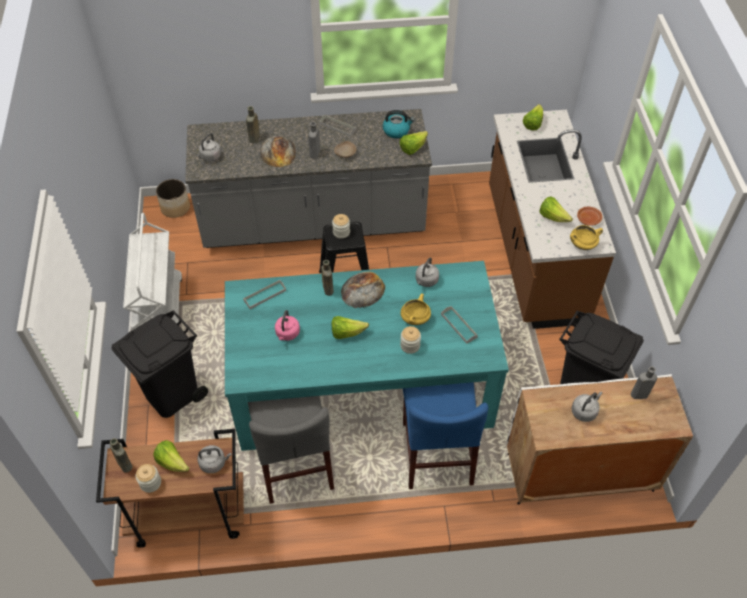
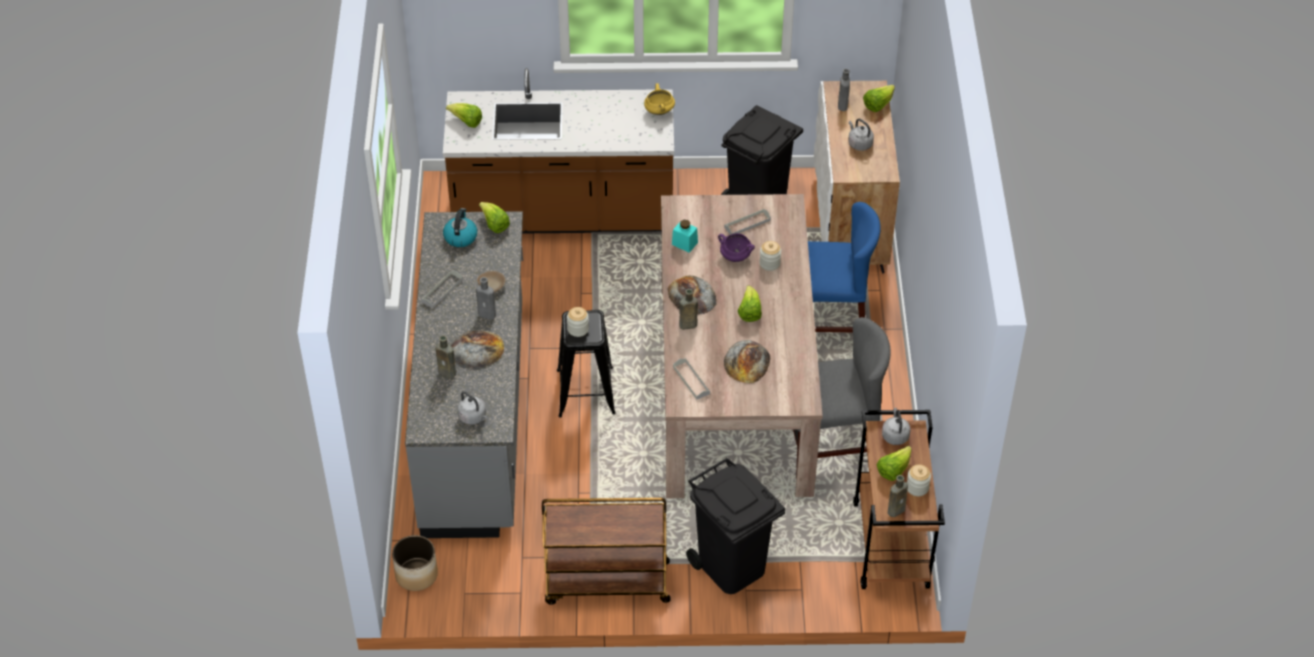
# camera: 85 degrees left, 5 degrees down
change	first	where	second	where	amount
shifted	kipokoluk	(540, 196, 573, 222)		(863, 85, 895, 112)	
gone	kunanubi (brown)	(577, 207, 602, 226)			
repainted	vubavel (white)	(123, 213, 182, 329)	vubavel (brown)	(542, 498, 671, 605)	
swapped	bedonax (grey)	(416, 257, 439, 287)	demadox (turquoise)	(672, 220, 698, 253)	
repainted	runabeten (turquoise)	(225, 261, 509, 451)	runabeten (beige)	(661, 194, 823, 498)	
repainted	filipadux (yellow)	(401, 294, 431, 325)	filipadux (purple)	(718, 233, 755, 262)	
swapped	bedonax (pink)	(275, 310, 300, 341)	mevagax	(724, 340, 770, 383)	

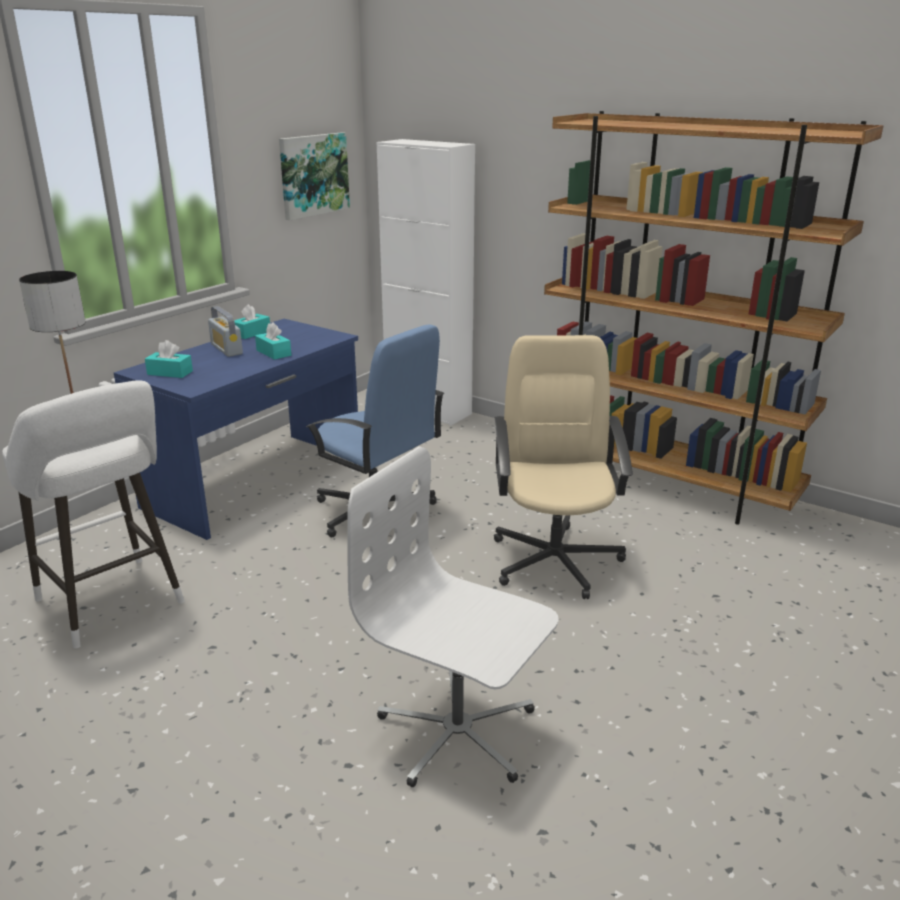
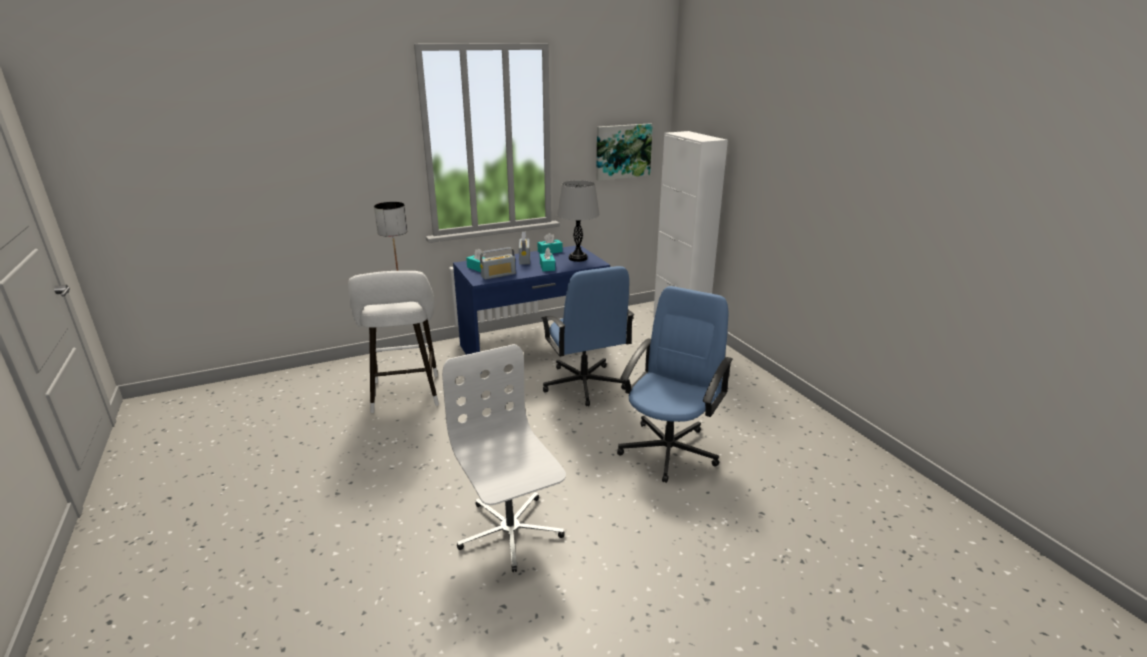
# camera: 30 degrees right, 0 degrees up
change	first	where	second	where	amount
gone	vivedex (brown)	(544, 111, 883, 525)			
repainted	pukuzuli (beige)	(494, 335, 633, 599)	pukuzuli (blue)	(617, 286, 733, 483)	
new			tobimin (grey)	(557, 180, 600, 262)	
new			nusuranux	(480, 247, 516, 279)	

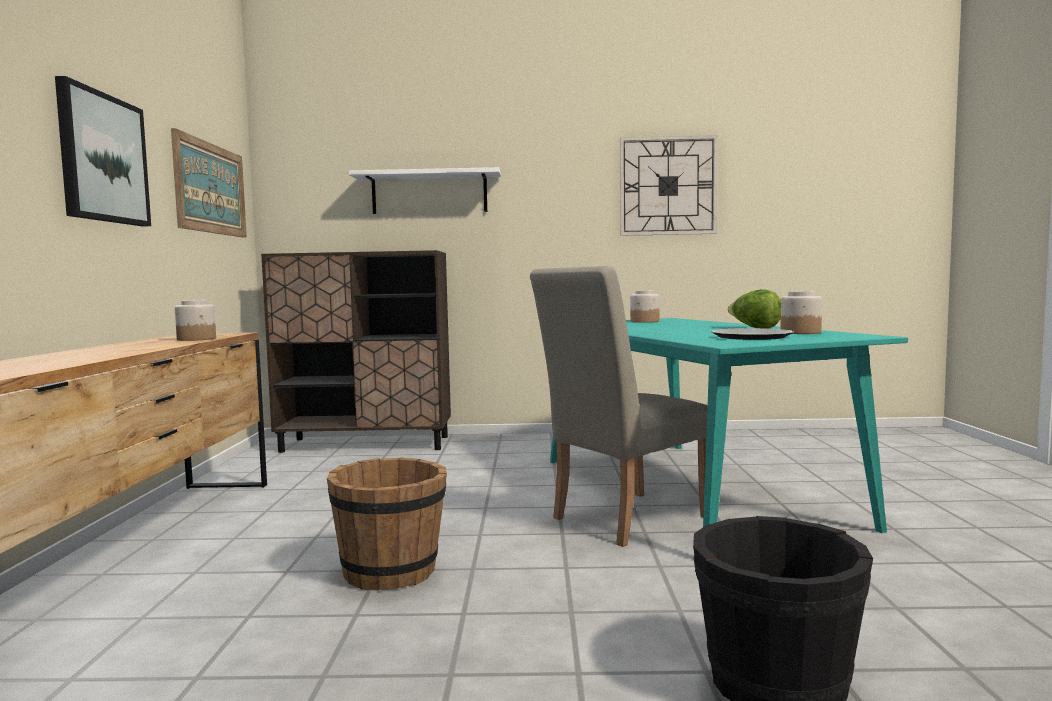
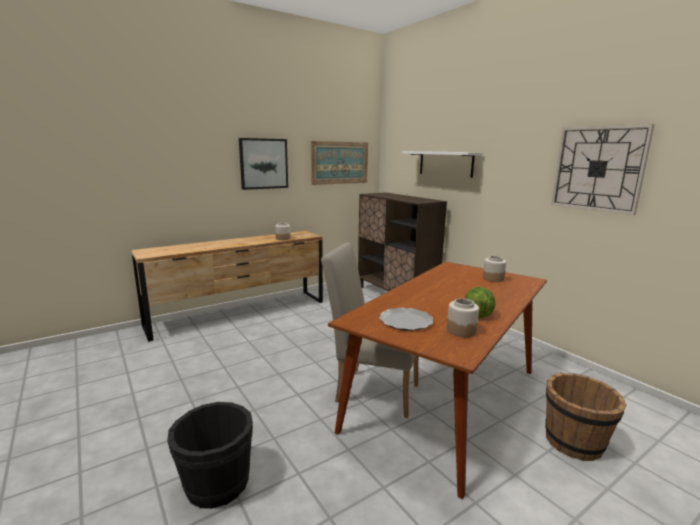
# camera: 55 degrees right, 10 degrees up
change	first	where	second	where	amount
repainted	runabeten (turquoise)	(550, 318, 908, 533)	runabeten (brown)	(328, 262, 547, 499)	
shifted	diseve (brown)	(327, 458, 447, 591)		(545, 372, 626, 461)	

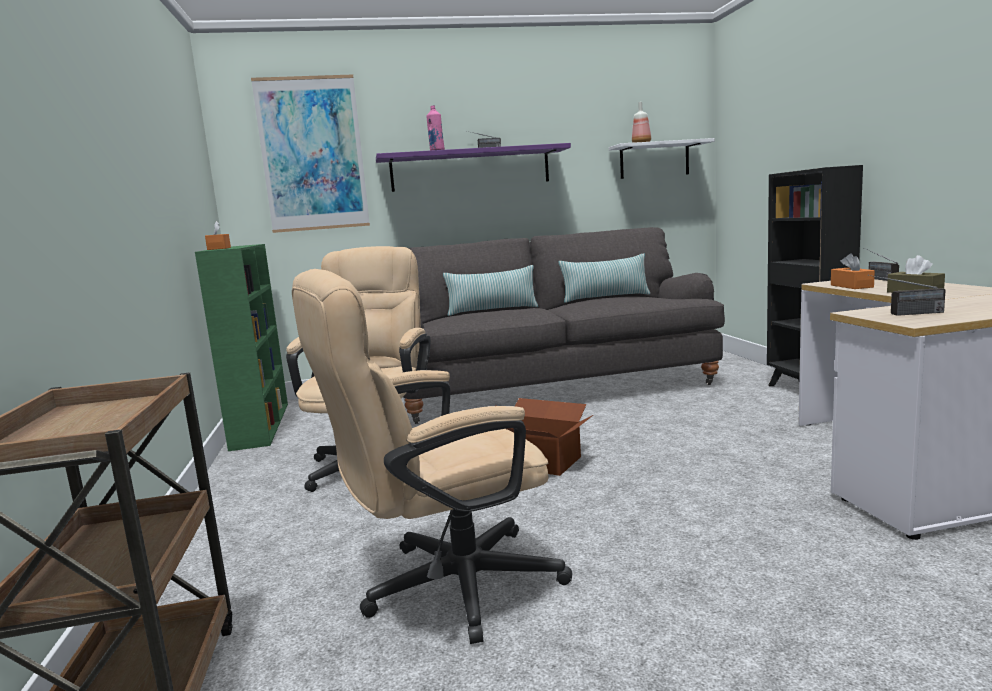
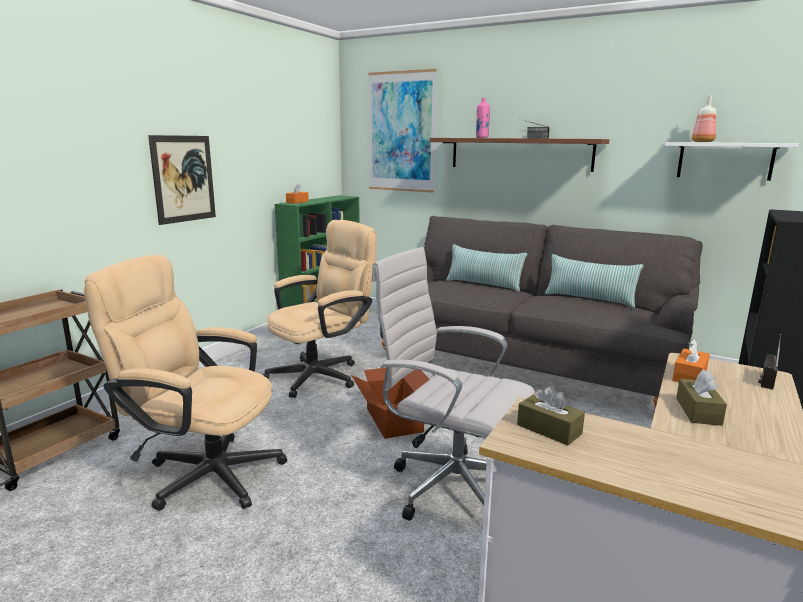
# camera: 40 degrees right, 5 degrees up
change	first	where	second	where	amount
repainted	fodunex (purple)	(376, 143, 571, 192)	fodunex (brown)	(430, 138, 609, 172)	
swapped	nusuranux	(868, 275, 946, 316)	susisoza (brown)	(517, 386, 585, 445)	
new			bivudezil	(148, 135, 216, 225)	
new			pukuzuli (white)	(371, 247, 535, 520)	

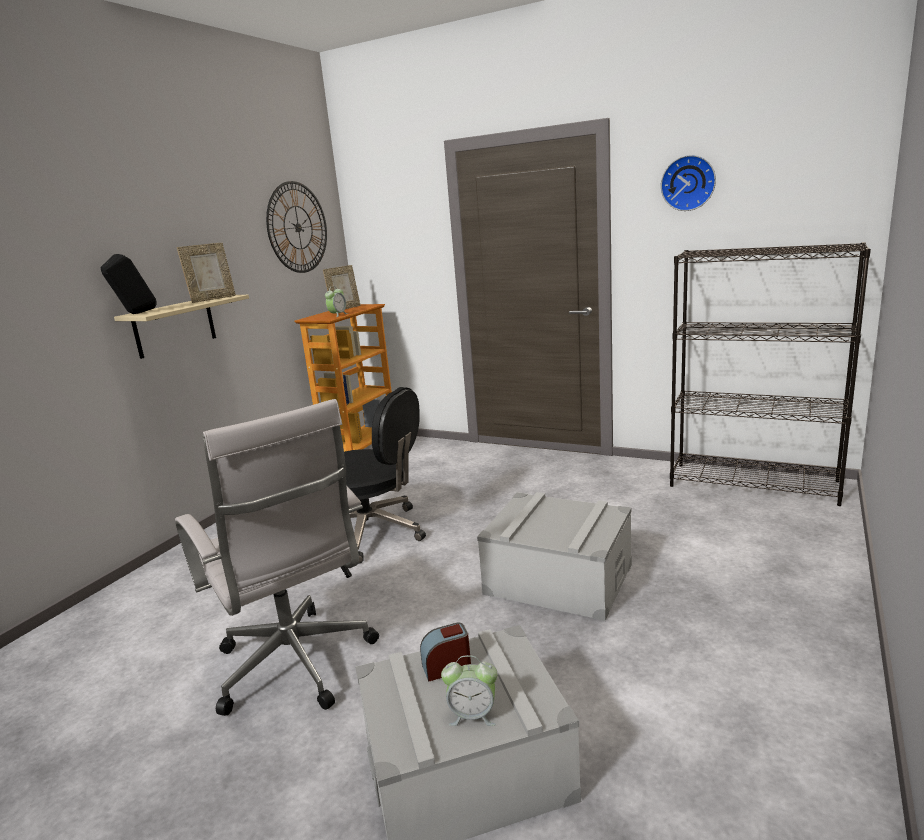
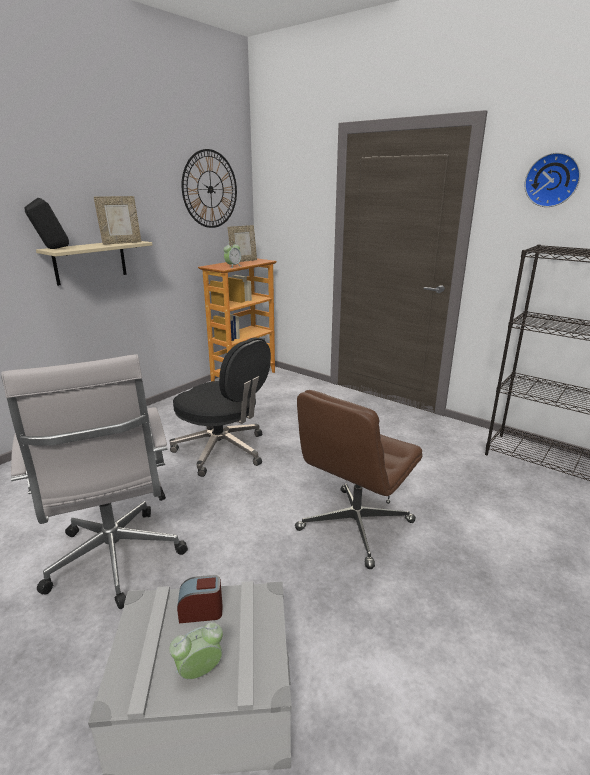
# camera: 10 degrees right, 5 degrees up
change	first	where	second	where	amount
swapped	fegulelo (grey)	(477, 492, 632, 621)	pukuzuli (brown)	(295, 390, 423, 569)	
rotated	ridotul	(441, 655, 498, 726)		(169, 622, 223, 679)	135 degrees clockwise

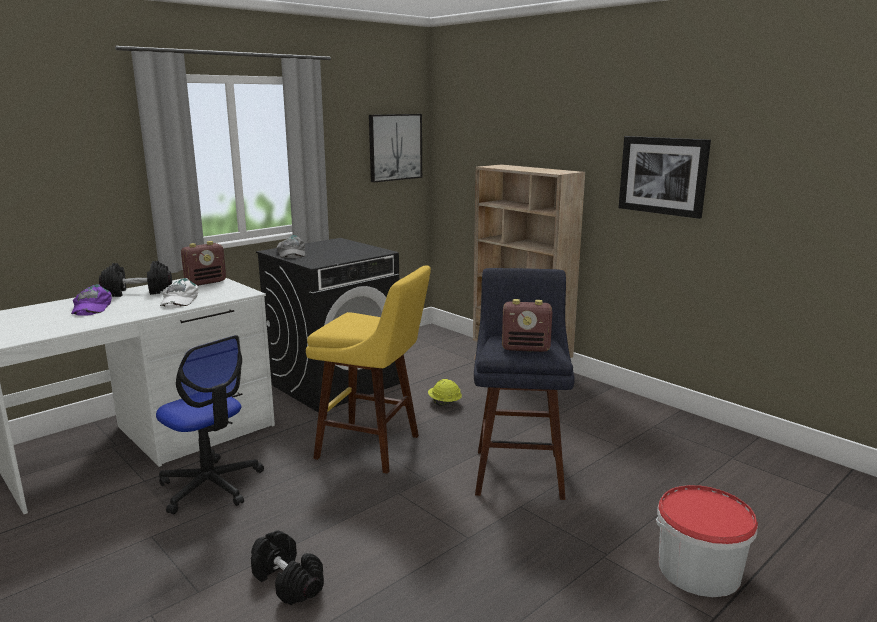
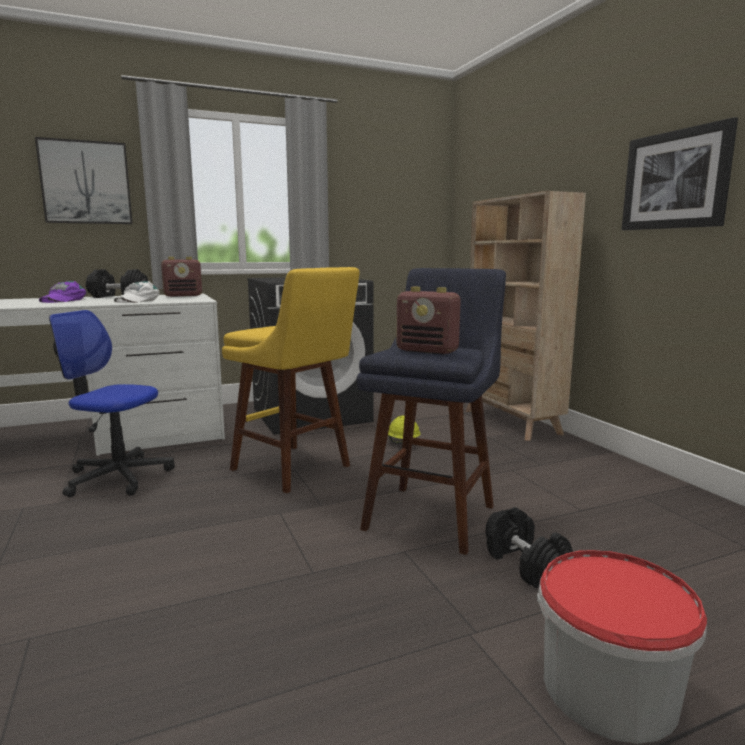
# camera: 20 degrees right, 5 degrees down
change	first	where	second	where	amount
shifted	bivudezil	(369, 114, 422, 183)		(35, 137, 133, 224)	
gone	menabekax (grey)	(276, 235, 305, 258)			
rotated	pukuzuli	(156, 335, 264, 514)		(49, 310, 175, 497)	135 degrees clockwise
shifted	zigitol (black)	(251, 531, 324, 605)		(486, 507, 573, 588)	

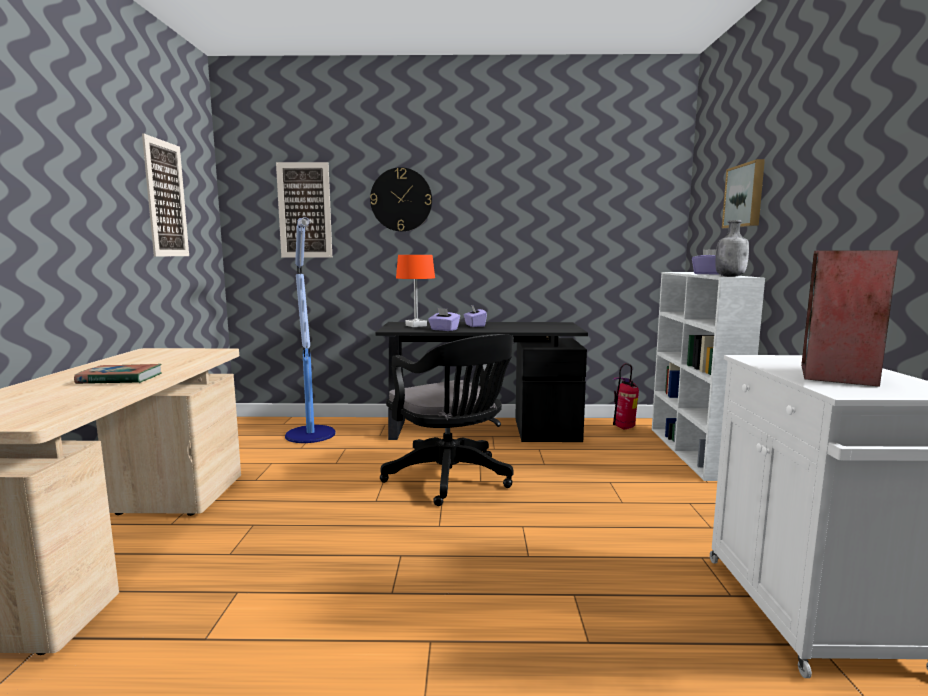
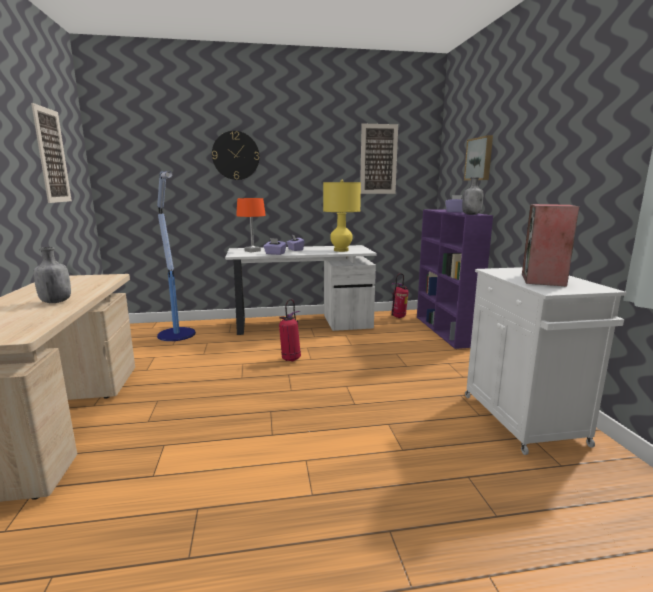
# camera: 10 degrees left, 5 degrees up
change	first	where	second	where	amount
shifted	bivudezil	(276, 162, 332, 258)		(360, 124, 398, 194)	
repainted	vivedex (white)	(652, 272, 765, 481)	vivedex (purple)	(417, 209, 493, 349)	
repainted	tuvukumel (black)	(376, 322, 588, 442)	tuvukumel (white)	(225, 245, 377, 335)	
swapped	pukuzuli (black)	(380, 334, 514, 506)	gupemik	(279, 299, 301, 362)	
swapped	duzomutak	(74, 364, 162, 384)	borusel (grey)	(33, 247, 71, 303)	
new			tobimin (yellow)	(323, 180, 361, 252)	

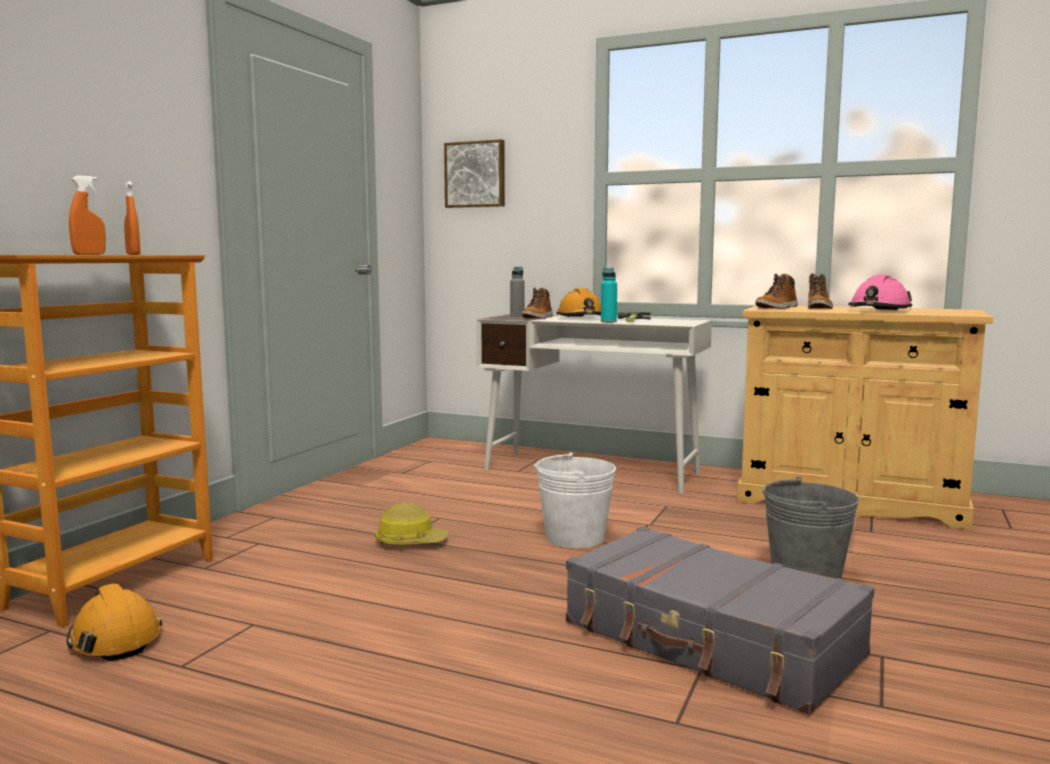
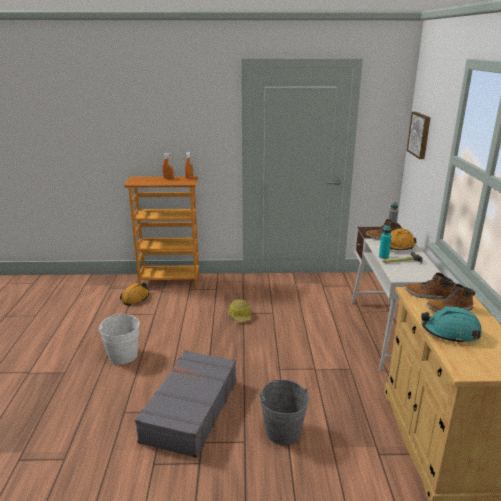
# camera: 65 degrees right, 15 degrees up
change	first	where	second	where	amount
repainted	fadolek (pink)	(848, 274, 912, 310)	fadolek (turquoise)	(421, 306, 482, 344)	
shifted	diseve (white)	(534, 452, 616, 548)		(98, 314, 140, 364)	

